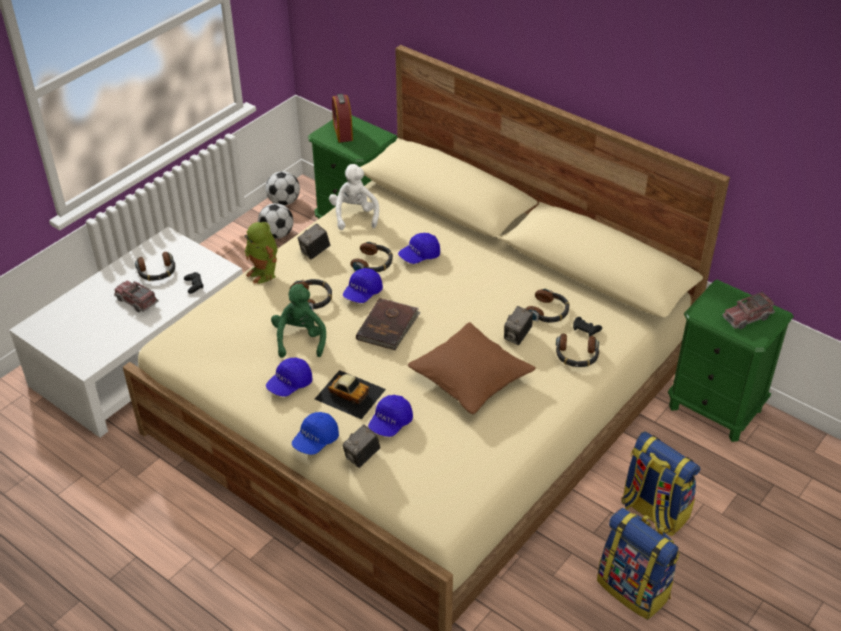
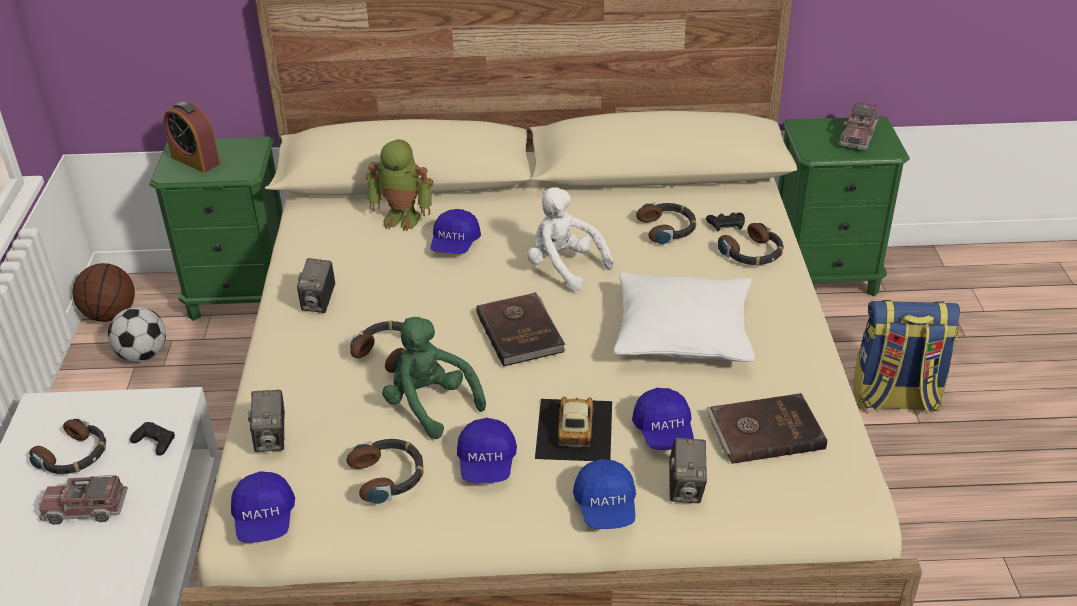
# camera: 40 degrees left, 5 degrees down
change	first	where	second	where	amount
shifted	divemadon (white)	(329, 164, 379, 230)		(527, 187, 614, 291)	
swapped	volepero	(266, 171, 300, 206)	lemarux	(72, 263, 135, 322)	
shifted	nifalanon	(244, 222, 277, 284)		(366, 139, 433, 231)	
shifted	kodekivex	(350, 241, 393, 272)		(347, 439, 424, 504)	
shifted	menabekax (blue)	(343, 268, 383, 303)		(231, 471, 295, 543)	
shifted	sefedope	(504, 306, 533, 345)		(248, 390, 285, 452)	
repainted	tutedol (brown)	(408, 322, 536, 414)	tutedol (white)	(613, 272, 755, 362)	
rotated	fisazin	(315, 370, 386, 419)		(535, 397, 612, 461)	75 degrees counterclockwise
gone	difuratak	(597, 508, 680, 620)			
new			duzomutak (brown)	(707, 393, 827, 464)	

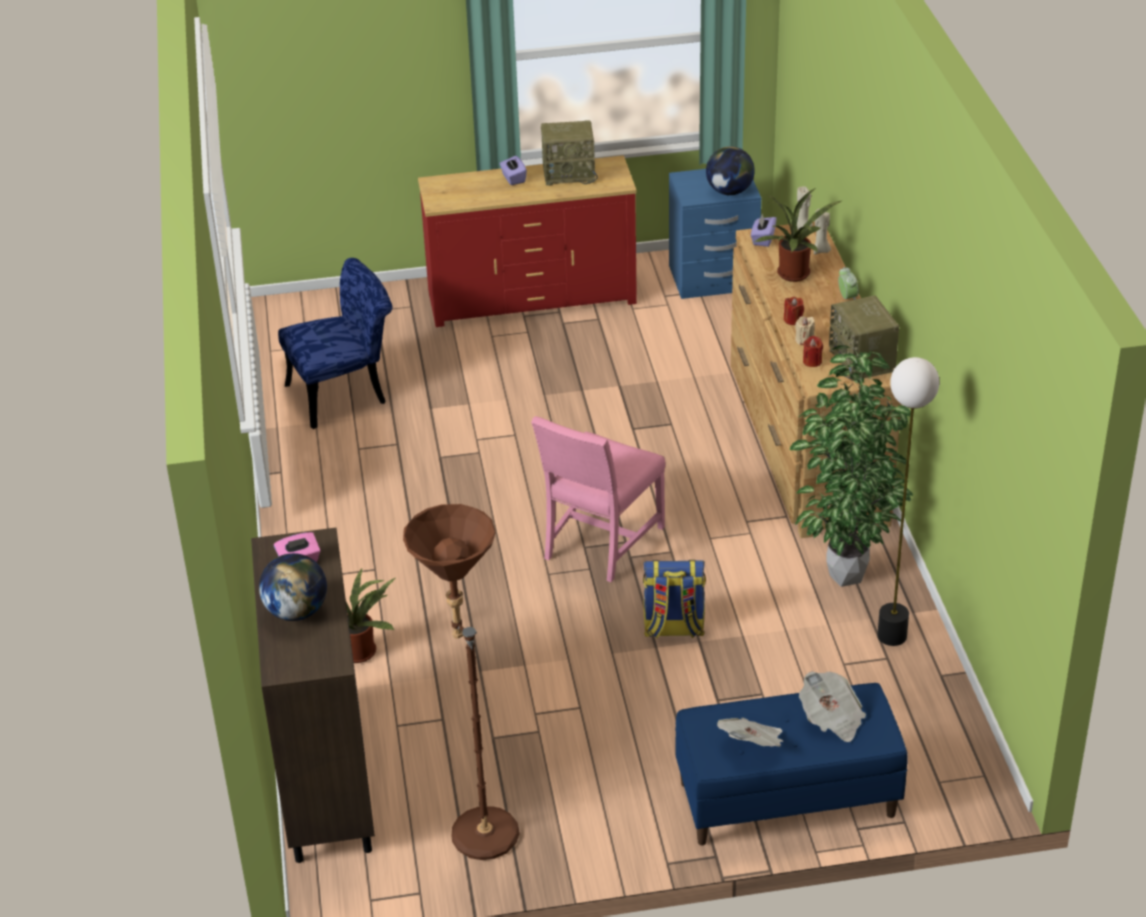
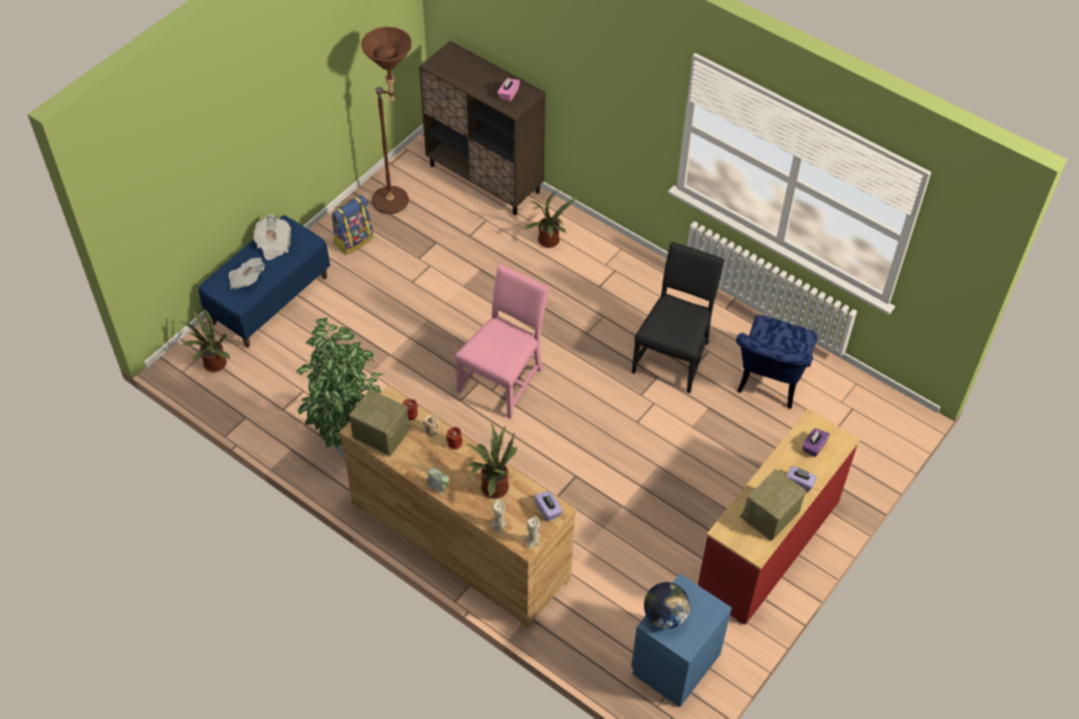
# camera: 135 degrees right, 15 degrees up
change	first	where	second	where	amount
gone	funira	(877, 357, 939, 646)			
rotated	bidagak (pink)	(531, 416, 665, 582)		(455, 264, 549, 419)	45 degrees clockwise
gone	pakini	(259, 553, 327, 621)			
shifted	difuratak	(643, 560, 706, 639)		(331, 195, 373, 255)	
new			bidagak (black)	(632, 242, 725, 393)	
new			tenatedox	(181, 308, 230, 372)	
new			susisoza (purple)	(802, 428, 830, 457)	

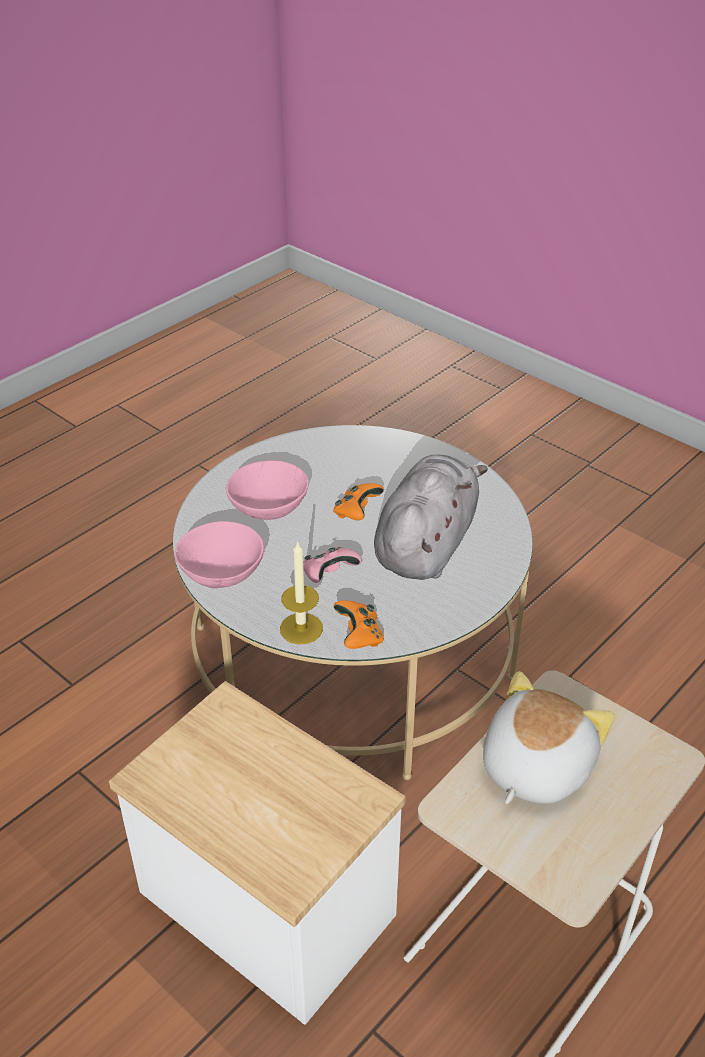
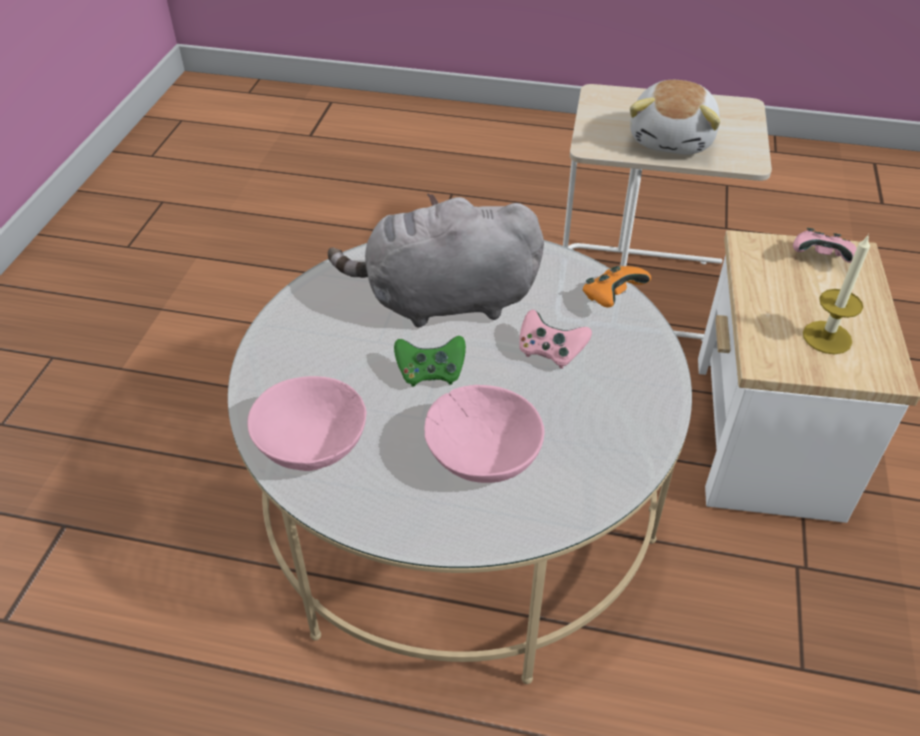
# camera: 120 degrees left, 5 degrees up
change	first	where	second	where	amount
repainted	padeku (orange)	(333, 483, 384, 520)	padeku (green)	(394, 336, 466, 387)	
shifted	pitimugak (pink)	(175, 521, 264, 588)		(247, 376, 367, 471)	
shifted	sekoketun	(280, 540, 323, 645)		(803, 234, 870, 354)	
rotated	divemadon	(483, 671, 615, 804)		(630, 80, 720, 154)	75 degrees counterclockwise
new			padeku (pink)	(793, 228, 857, 263)	

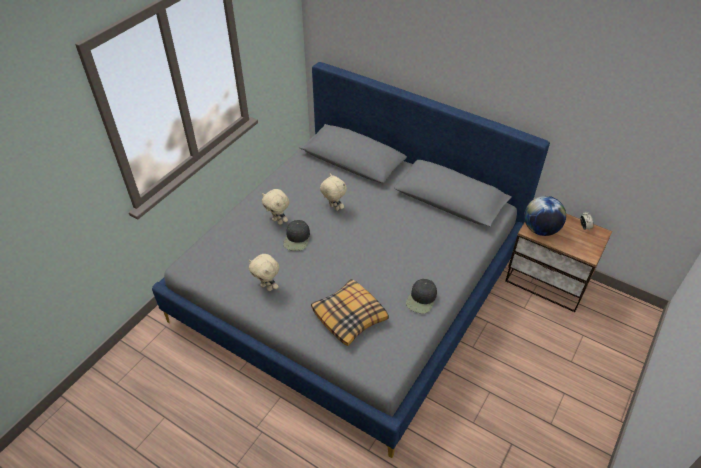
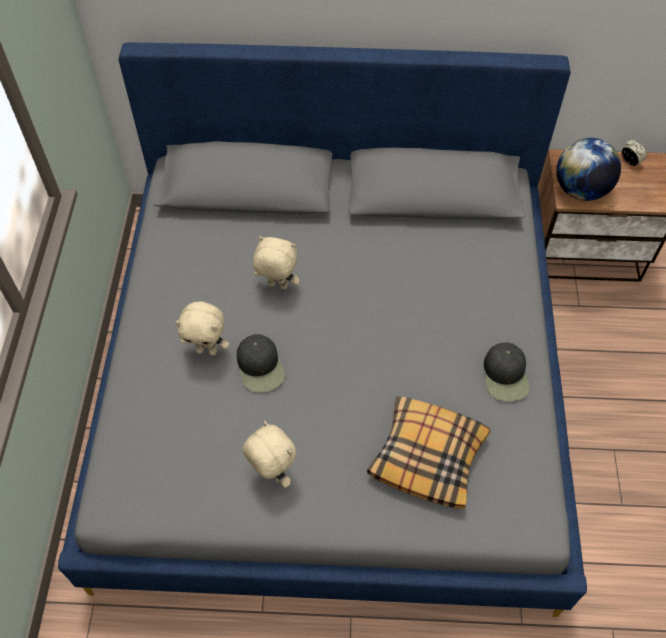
# camera: 30 degrees left, 10 degrees up
change	first	where	second	where	amount
rotated	divemadon (beige)	(249, 254, 279, 291)		(242, 421, 296, 488)	135 degrees counterclockwise

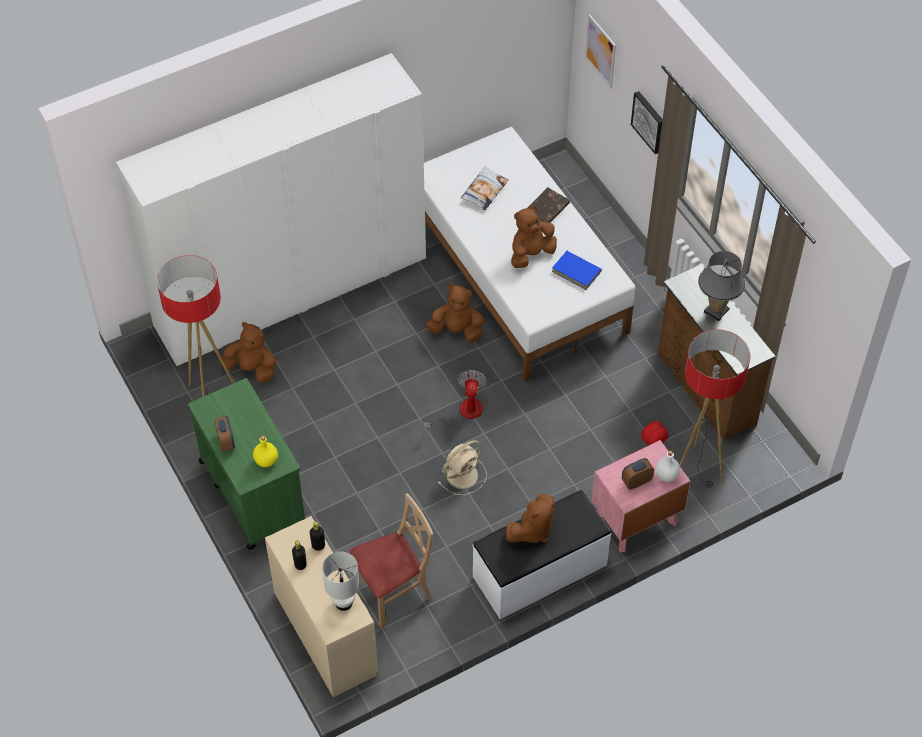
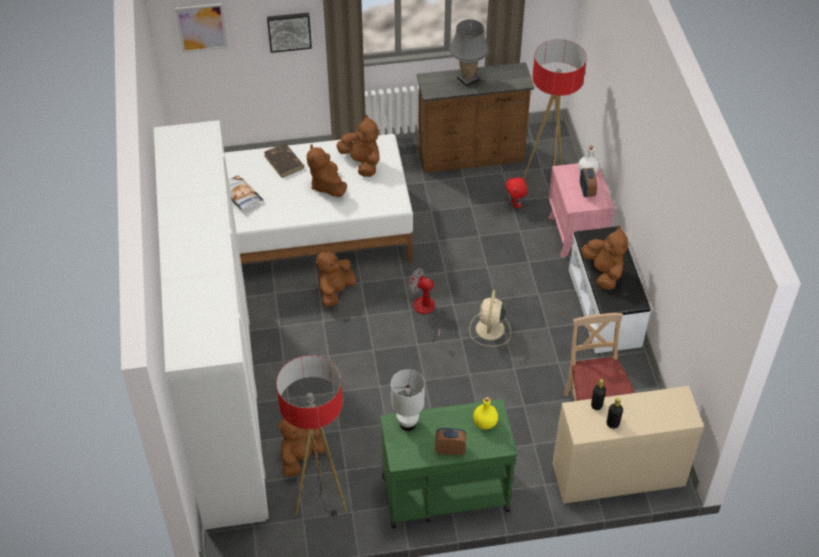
# camera: 70 degrees left, 5 degrees down
change	first	where	second	where	amount
swapped	duzomutak (blue)	(552, 251, 602, 290)	divemadon (brown)	(336, 115, 379, 177)	
rotated	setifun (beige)	(439, 440, 487, 495)		(469, 290, 511, 347)	150 degrees counterclockwise
shifted	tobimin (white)	(322, 552, 359, 611)		(391, 369, 425, 431)	

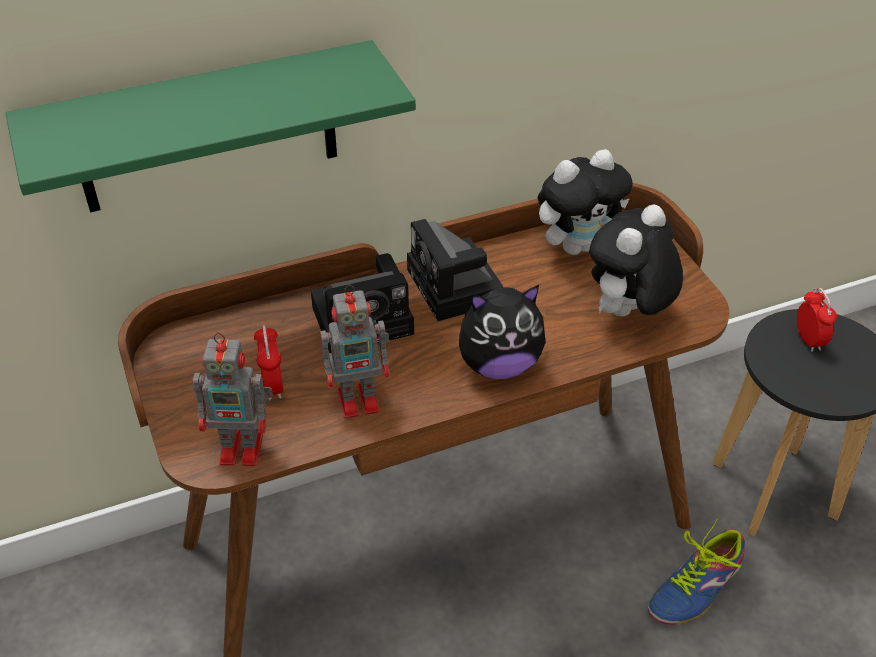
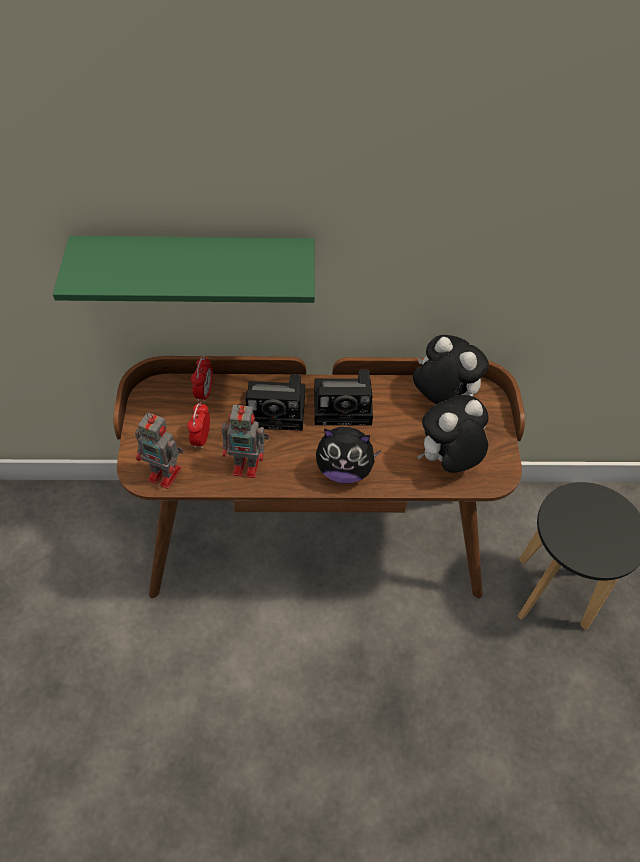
# camera: 20 degrees right, 10 degrees up
change	first	where	second	where	amount
rotated	divemadon	(538, 149, 633, 255)		(413, 335, 489, 404)	135 degrees counterclockwise
rotated	sefedope	(407, 219, 503, 321)		(314, 369, 373, 426)	90 degrees counterclockwise
shifted	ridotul	(797, 288, 837, 352)		(191, 356, 213, 403)	
gone	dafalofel	(648, 519, 745, 625)			

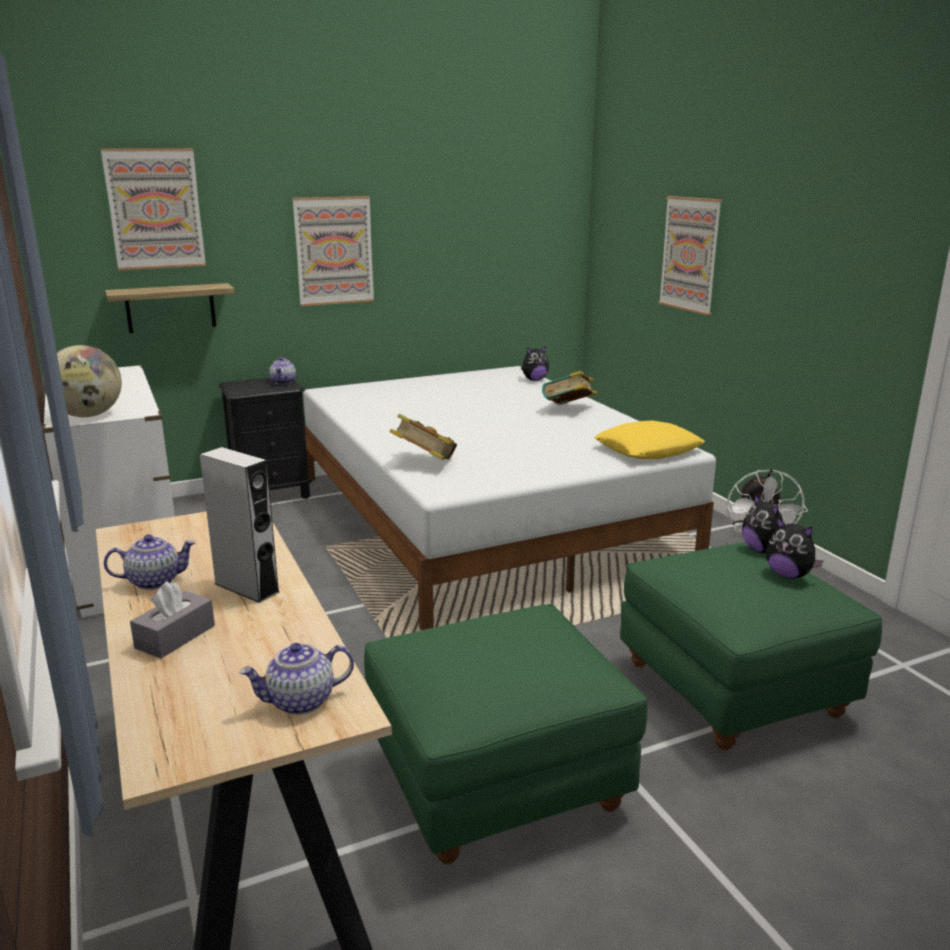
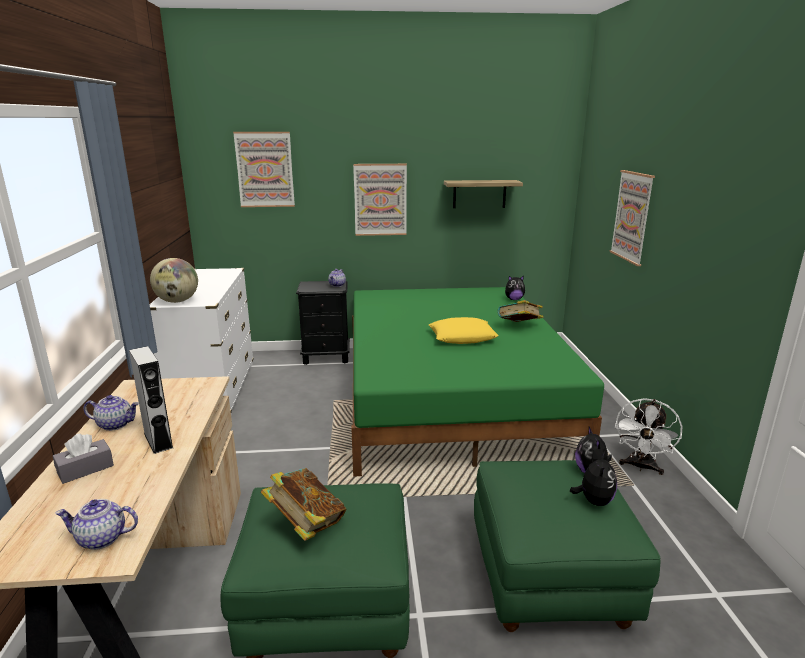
# camera: 20 degrees right, 0 degrees up
change	first	where	second	where	amount
shifted	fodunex	(105, 283, 235, 333)		(444, 180, 523, 208)	
repainted	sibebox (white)	(303, 366, 716, 630)	sibebox (green)	(351, 287, 604, 477)	
shifted	duzomutak	(390, 414, 457, 460)		(261, 468, 346, 541)	
shifted	tutedol (yellow)	(594, 420, 705, 459)		(429, 317, 499, 344)	
rotated	divemadon	(766, 516, 823, 579)		(570, 451, 617, 506)	135 degrees counterclockwise

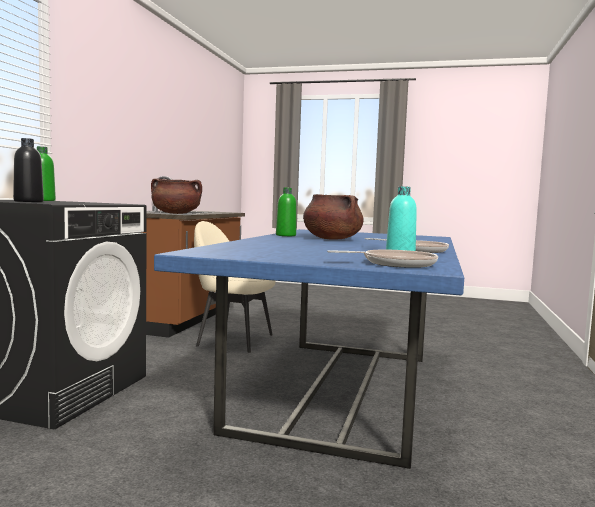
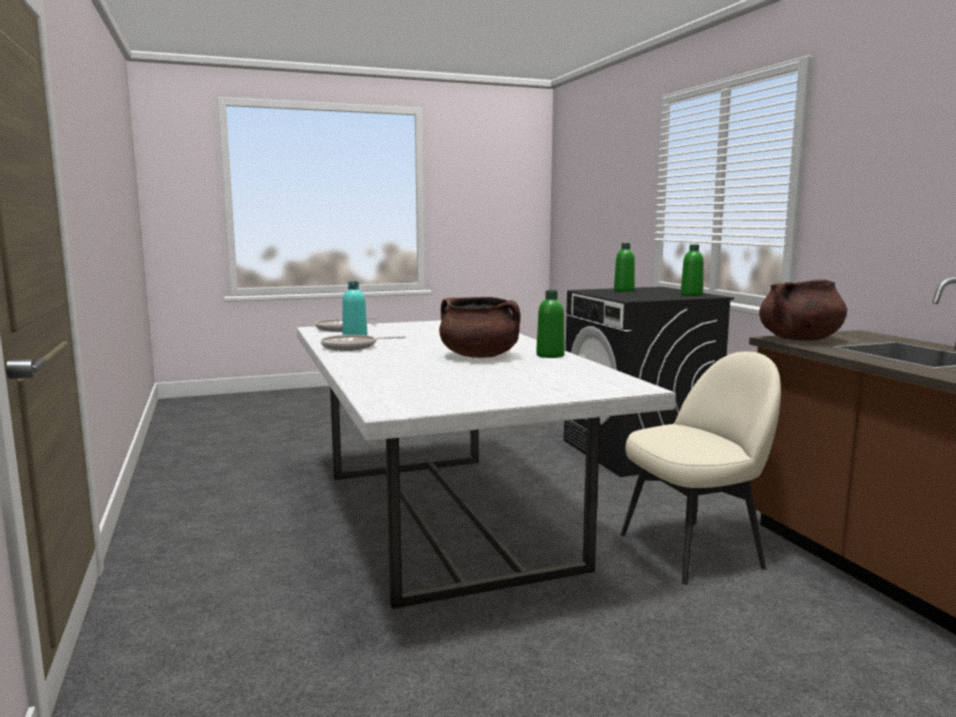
# camera: 145 degrees right, 5 degrees up
change	first	where	second	where	amount
repainted	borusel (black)	(13, 138, 44, 202)	borusel (green)	(614, 243, 635, 292)	
repainted	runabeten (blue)	(154, 229, 464, 469)	runabeten (white)	(297, 320, 676, 609)	

